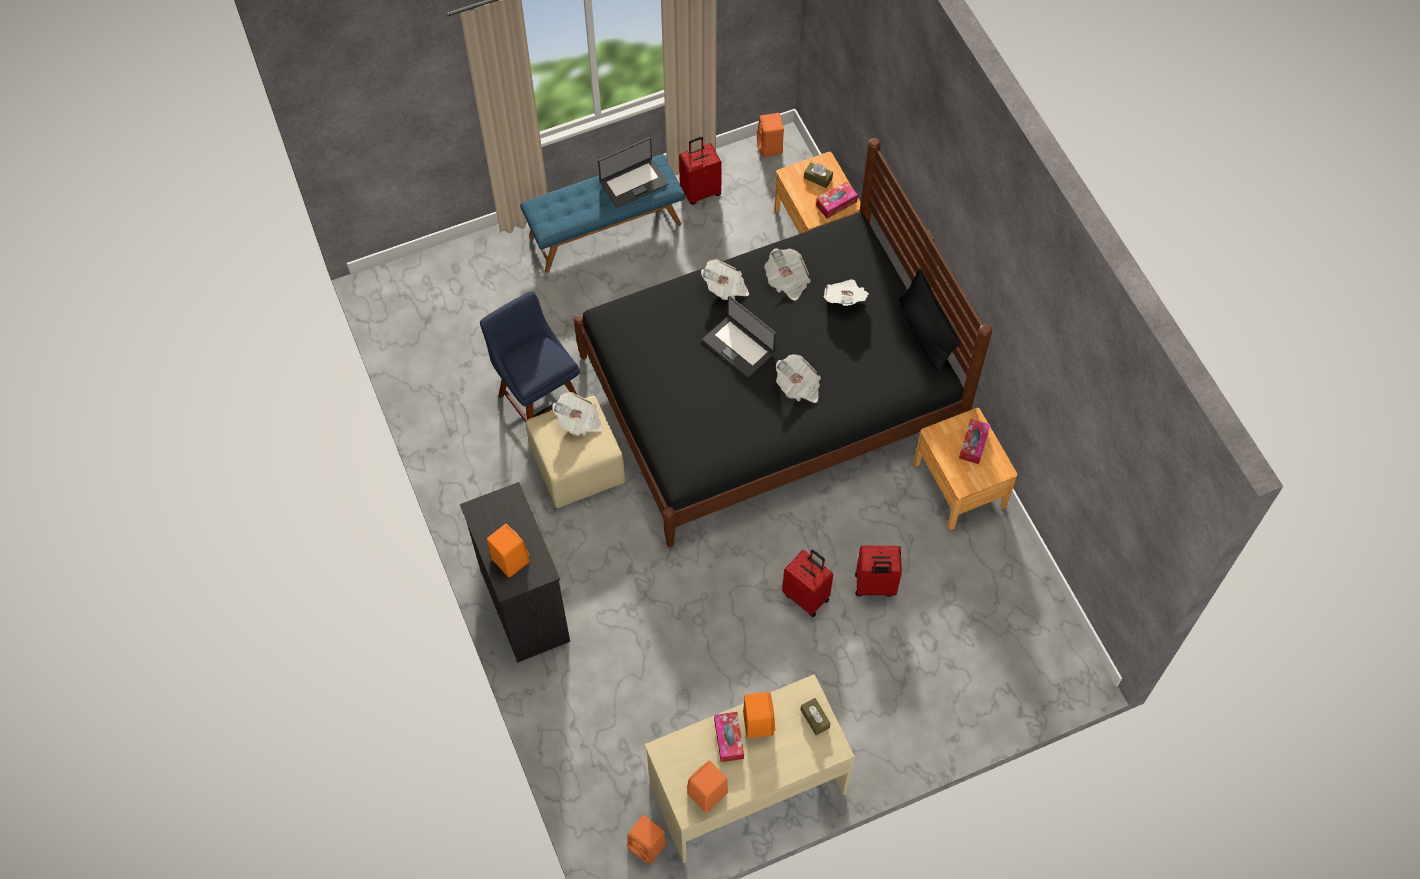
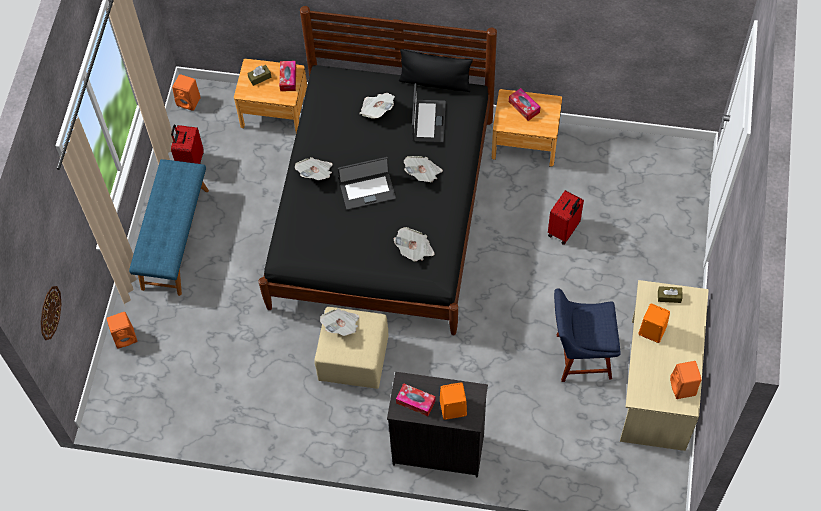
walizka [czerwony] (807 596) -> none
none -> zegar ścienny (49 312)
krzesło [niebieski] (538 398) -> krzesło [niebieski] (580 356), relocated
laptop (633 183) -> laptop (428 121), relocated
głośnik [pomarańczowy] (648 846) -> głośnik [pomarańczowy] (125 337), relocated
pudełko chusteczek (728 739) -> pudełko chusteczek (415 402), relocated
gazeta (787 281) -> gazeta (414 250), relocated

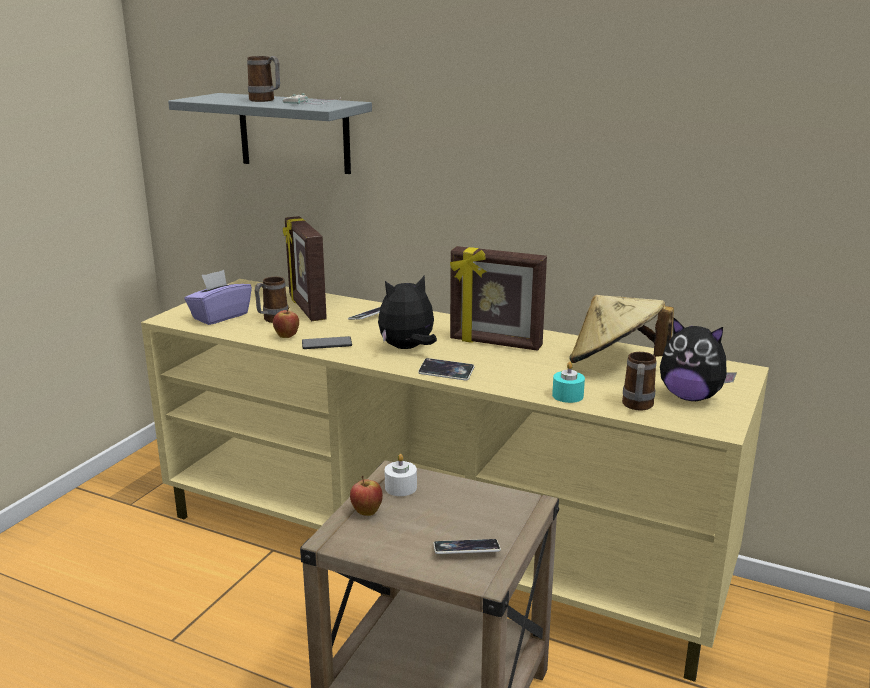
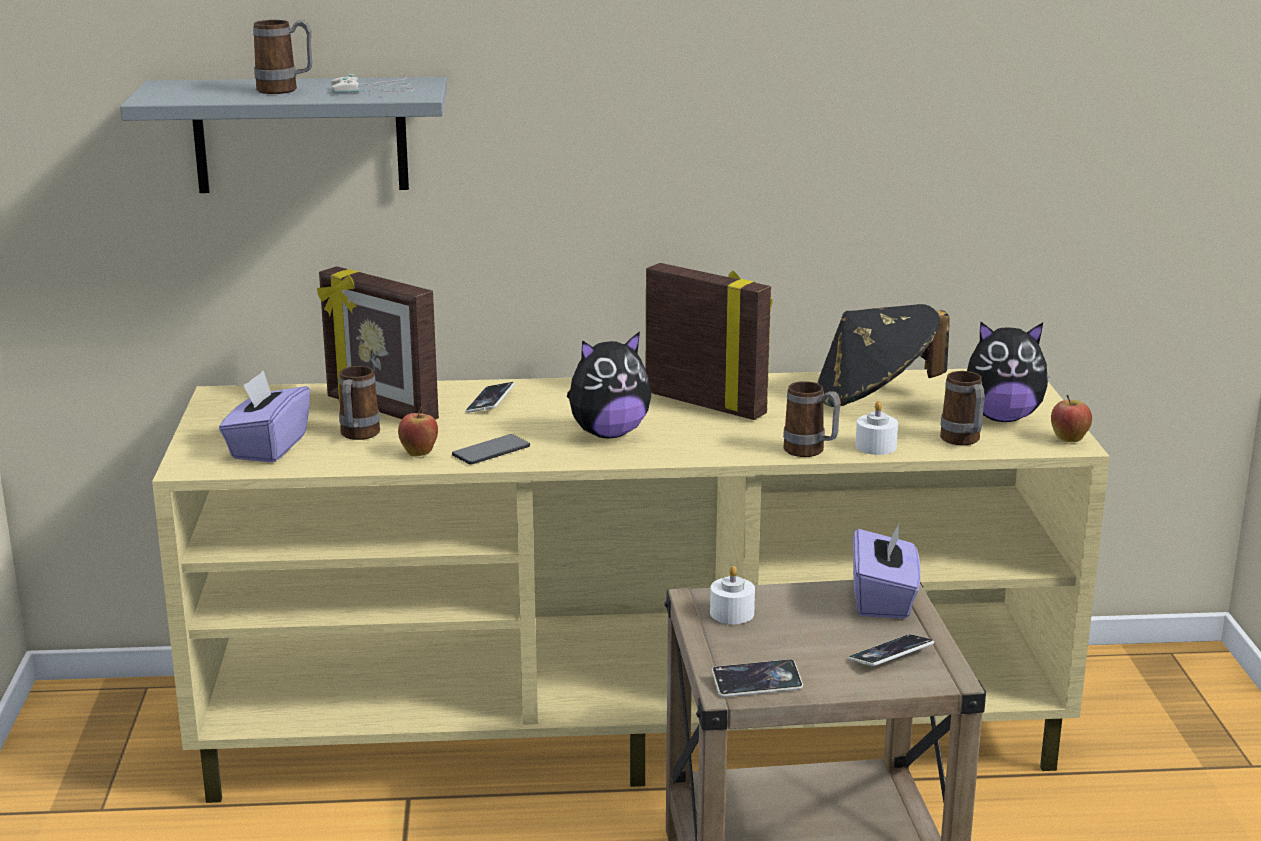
none -> kubek (810 452)
none -> pudełko chusteczek [fioletowy] (883 600)
jabłko (366 512) -> jabłko (1068 440), relocated
telefon (446 372) -> telefon (757 683), relocated
świeca [turkusowy] (567 395) -> świeca [biały] (875 446)
kapelusz [beżowy] (615 363) -> kapelusz [czarny] (875 397)
pluszak (407 348) -> pluszak (608 433), 150 degrees counterclockwise
ramka na zdjęcie (495 343) -> ramka na zdjęcie (706 403), 135 degrees counterclockwise

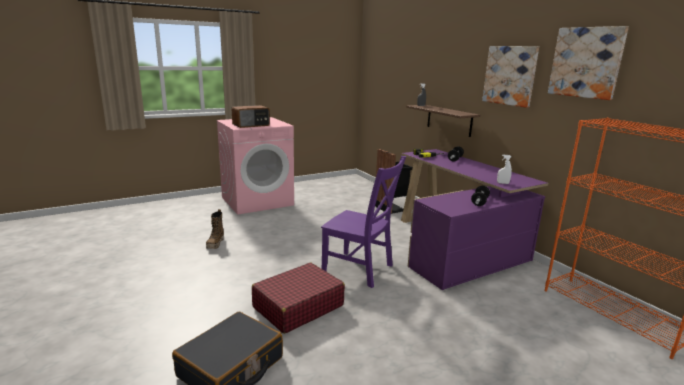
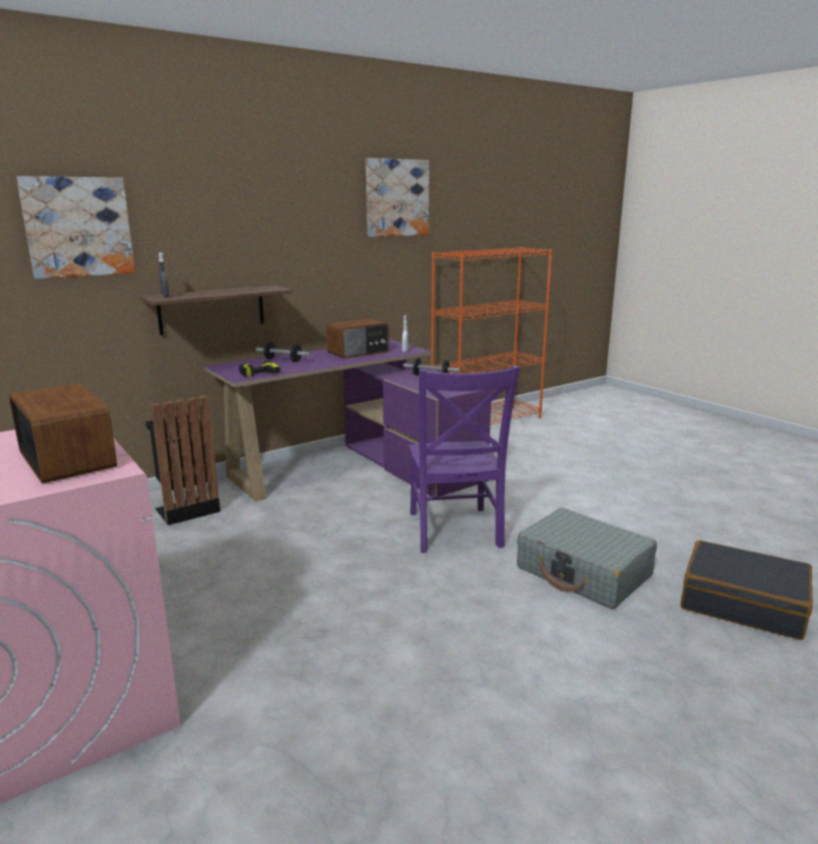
but z cholewką (215 244) -> none
none -> radio (359 352)
obraz (510 75) -> obraz (78 227), relocated
walizka [czerwony] (298 306) -> walizka [szary] (584 572)
krzesło [fioletowy] (360 270) -> krzesło [fioletowy] (454 531), 150 degrees clockwise

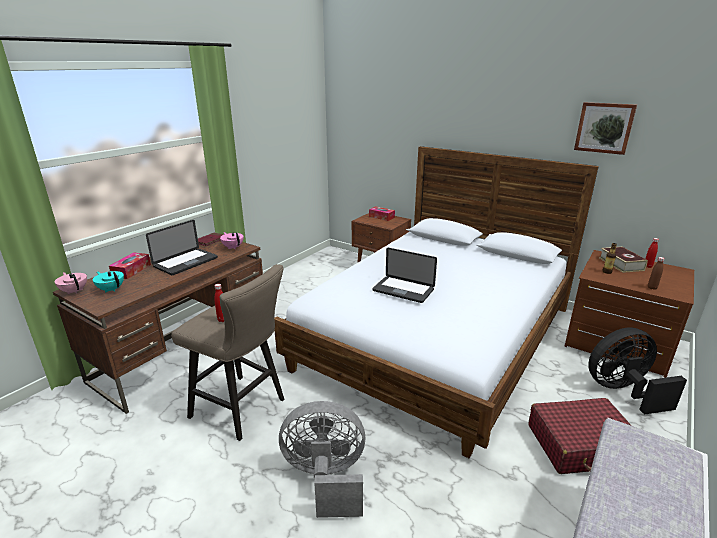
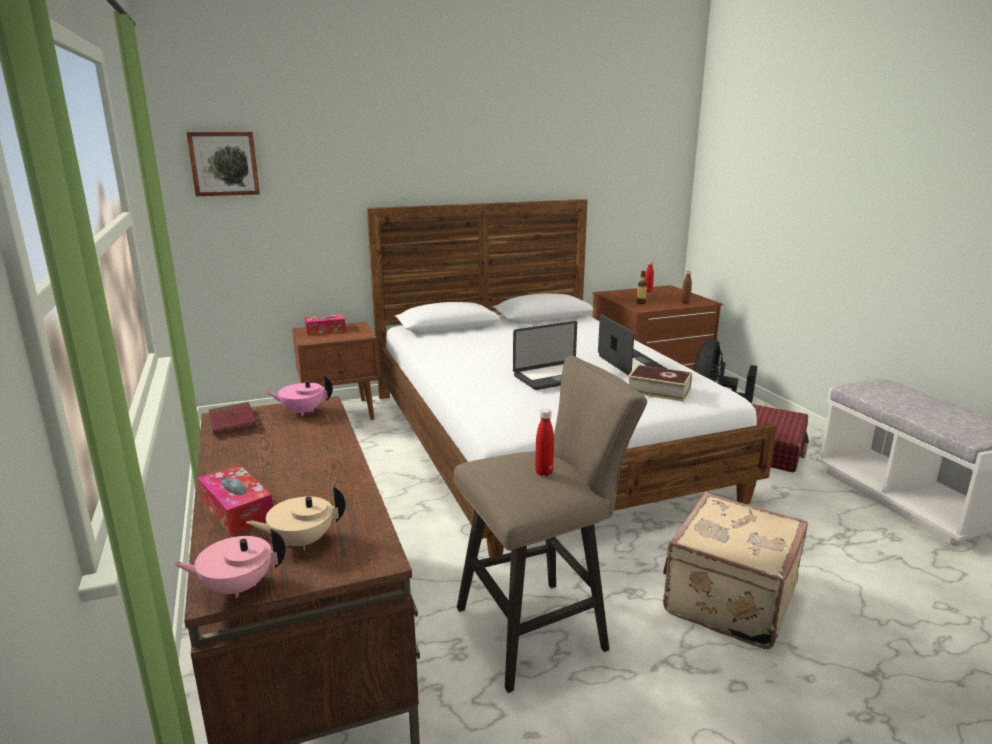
laptop (186 262) -> laptop (631 364), relocated
obraz (604 128) -> obraz (224 163), relocated
książka (621 264) -> książka (658 390), relocated
wentylator [szary] (326 479) -> walizka [beżowy] (727 599)
imbryk [turkusowy] (111 289) -> imbryk [beżowy] (301 541)

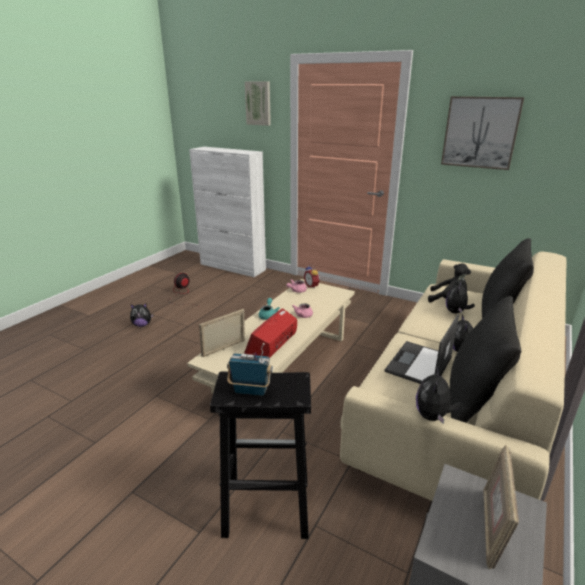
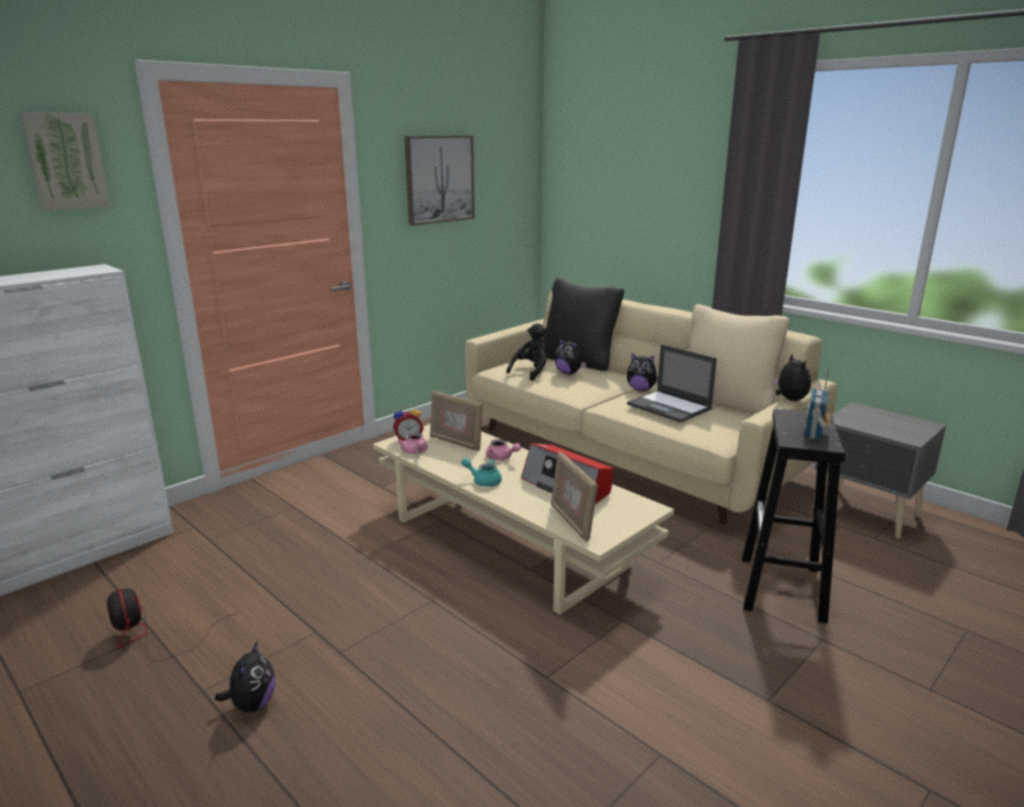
ramka na zdjęcie (491 528) -> ramka na zdjęcie (456 443), relocated
poduszka [czarny] (473 400) -> poduszka [beżowy] (725 401)
pluszak (433 416) -> pluszak (789 399), 135 degrees counterclockwise

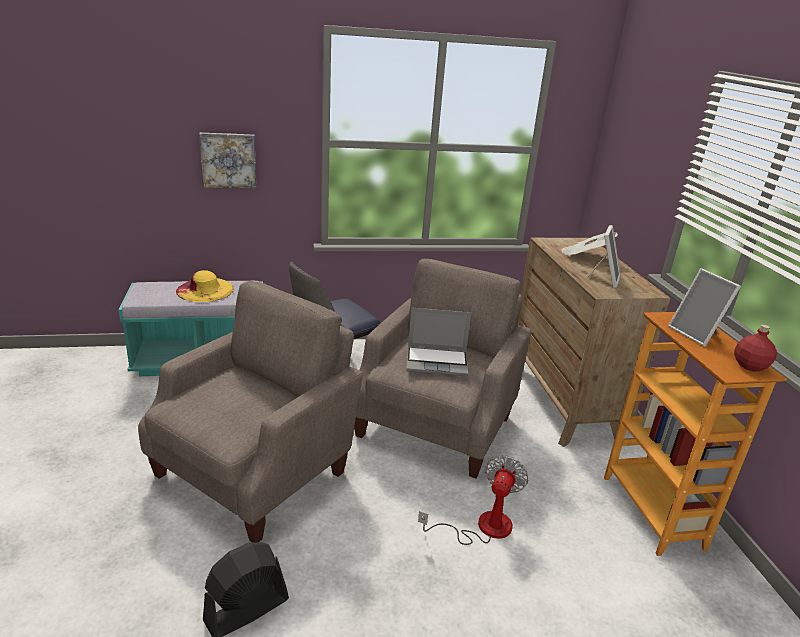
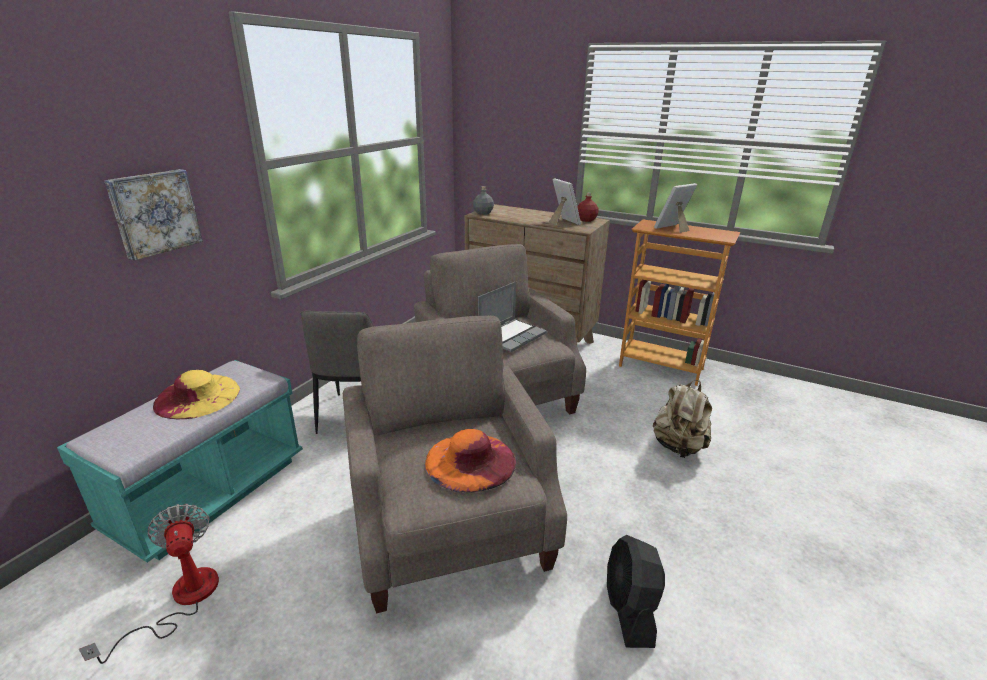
gazeta (584 256) -> none
none -> kapelusz [pomarańczowy] (470 461)
none -> butelka [szary] (483 213)
none -> plecak [beżowy] (678 447)
wentylator (482 527) -> wentylator (181 600), relocated
butelka [czerwony] (750 366) -> butelka [czerwony] (586 220), relocated
ramka na zdjęcie (696 334) -> ramka na zdjęcie (673 229), 135 degrees clockwise

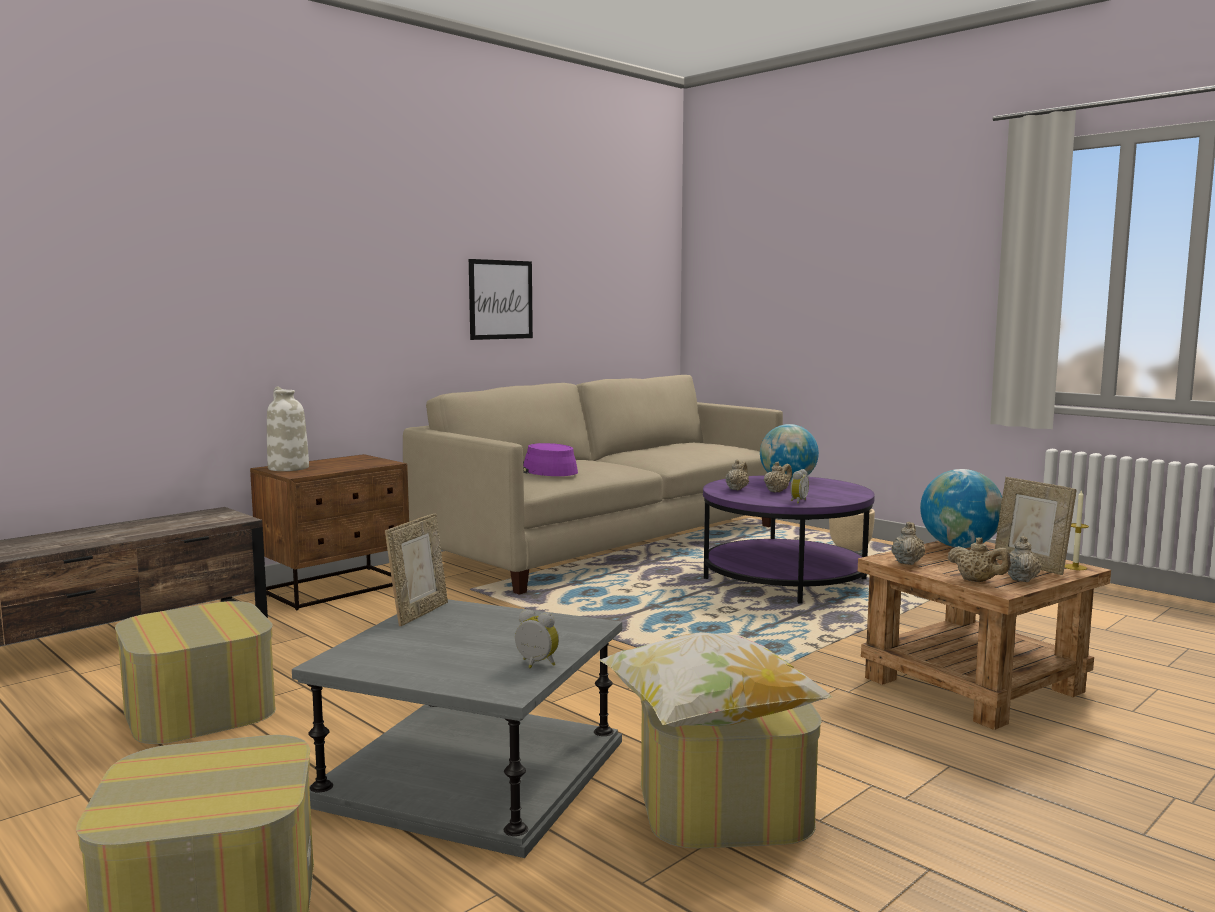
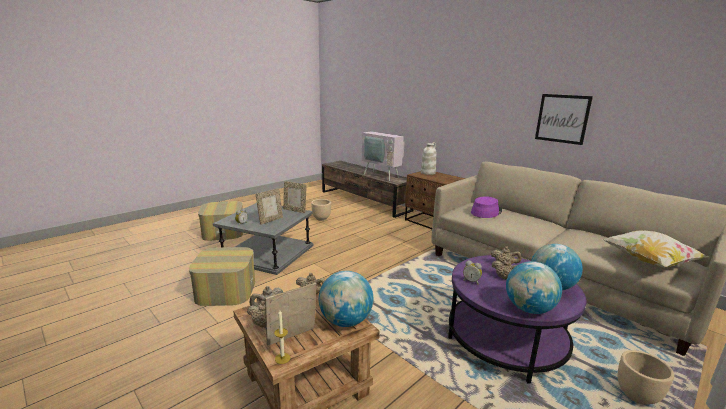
none -> ramka na zdjęcie (270 220)
none -> telewizor (383 175)
none -> globus (529 309)
poduszka (708 719) -> poduszka (648 262), relocated
pufa (199 709) -> donica [beżowy] (321 219)

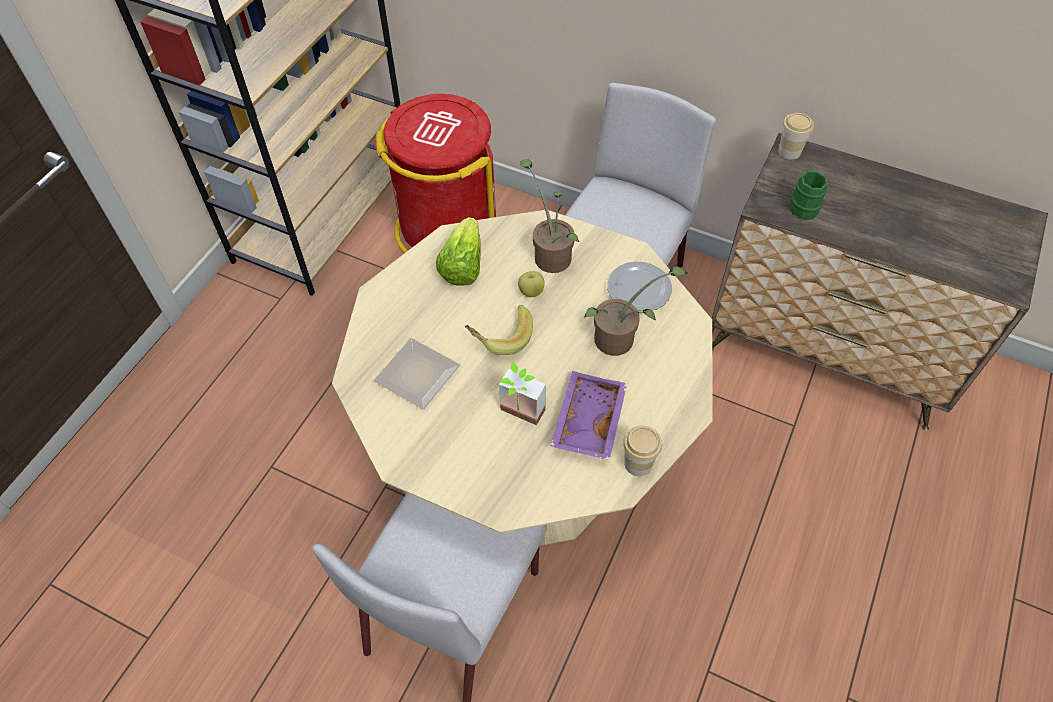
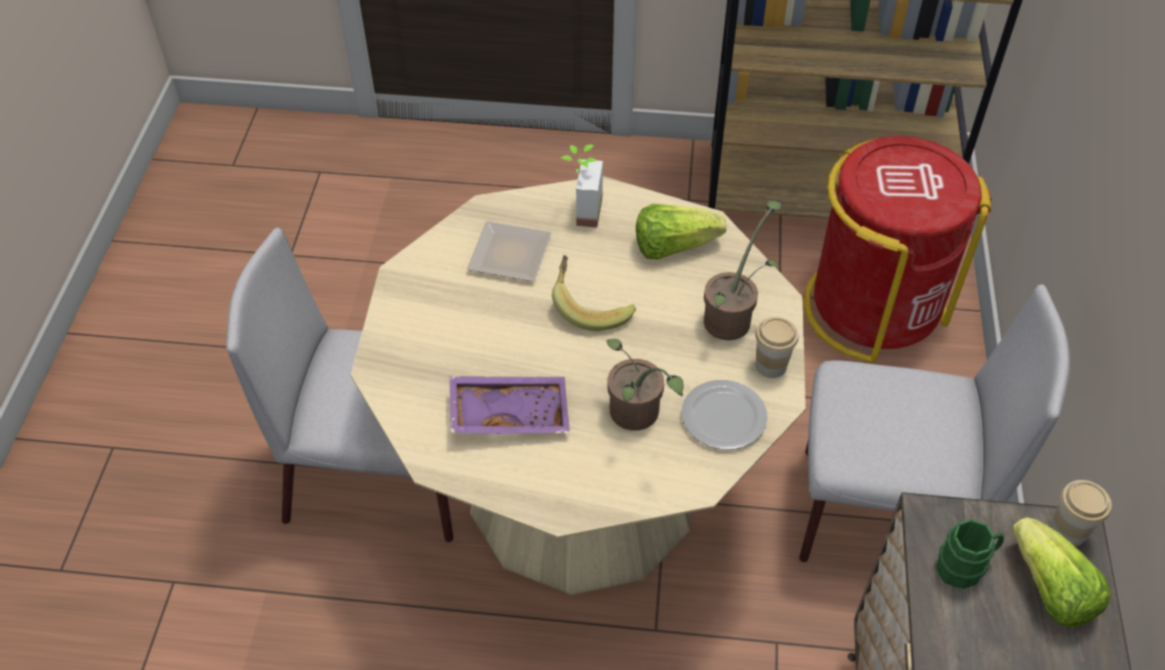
jabłko (531 292) -> none
none -> sałata (1049 590)
roślina doniczkowa (519 416) -> roślina doniczkowa (580 210), relocated
filiżanka (638 463) -> filiżanka (771 365), relocated

